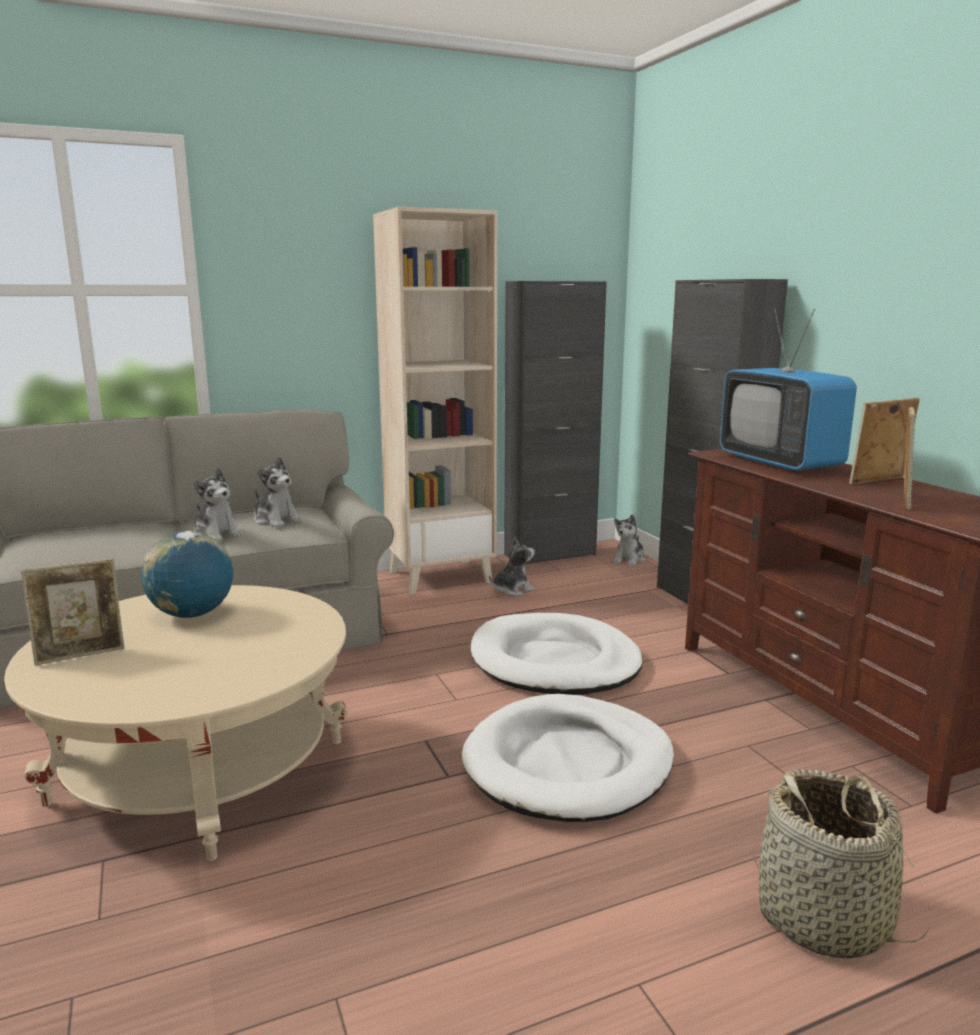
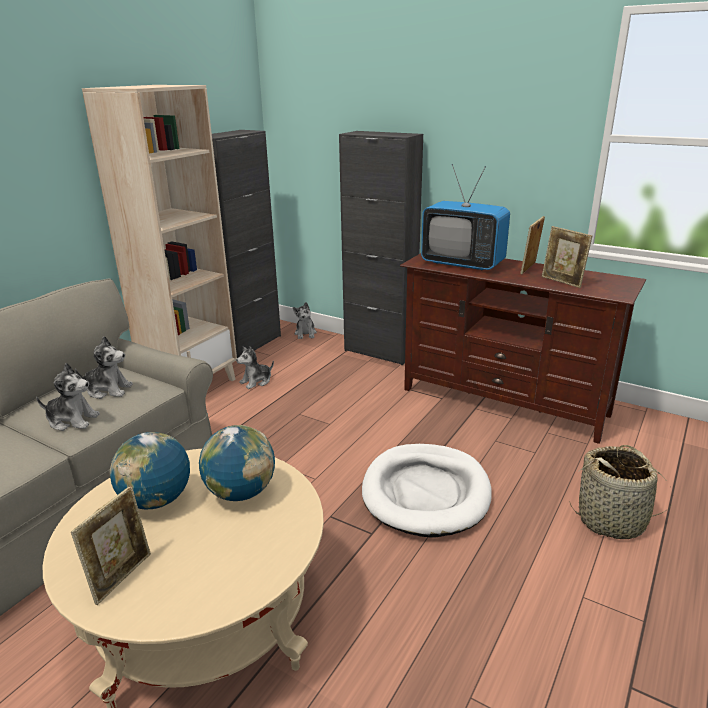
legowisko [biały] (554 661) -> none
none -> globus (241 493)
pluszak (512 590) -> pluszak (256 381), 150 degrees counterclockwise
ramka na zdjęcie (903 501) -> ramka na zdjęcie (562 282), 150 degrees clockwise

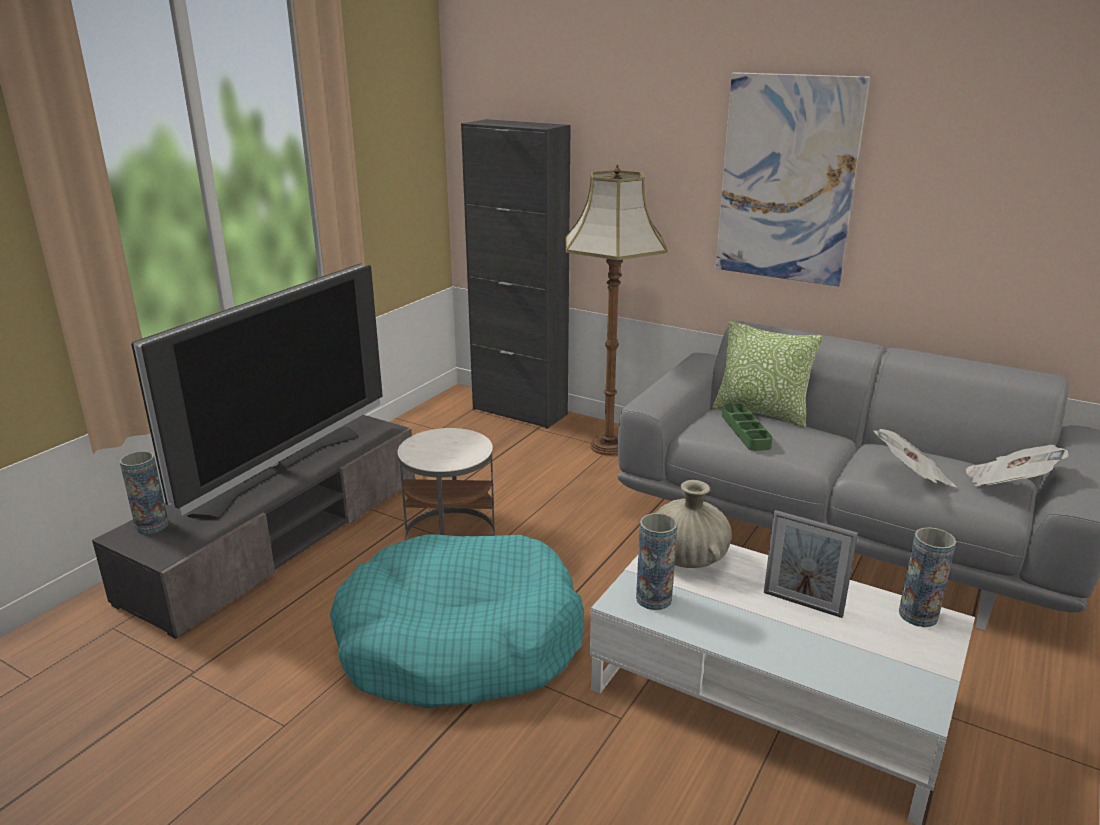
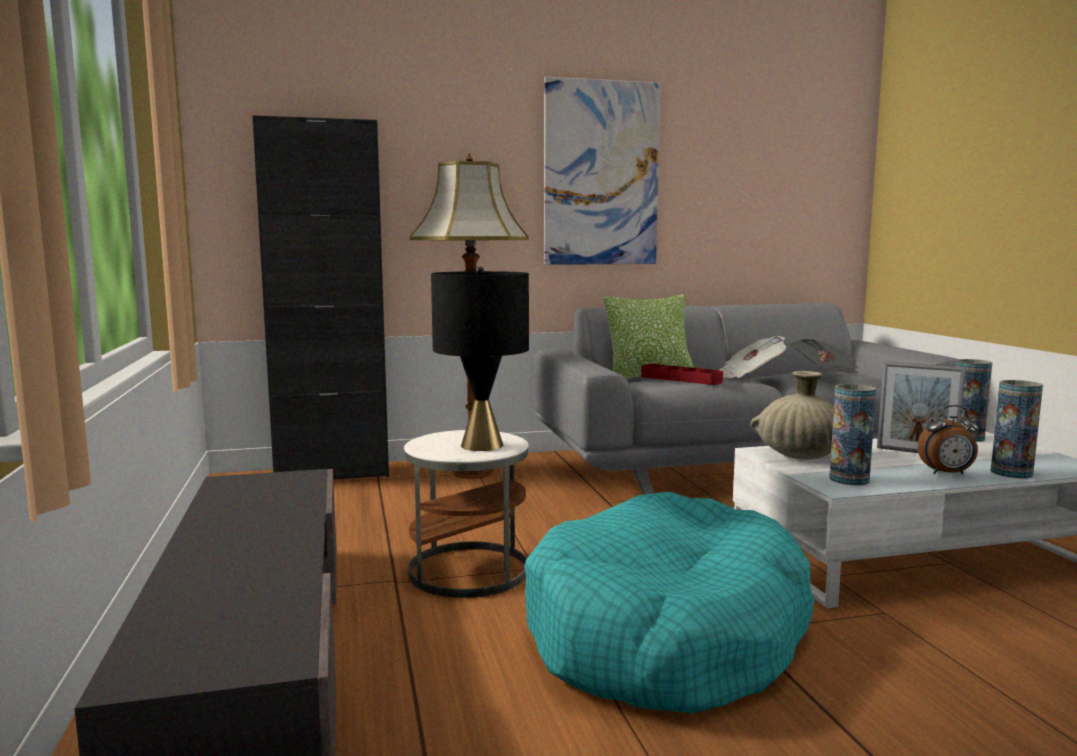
telewizor (280 470) -> none
none -> lampa stołowa [czarny] (482 445)
none -> budzik (947 473)
wazon (152 525) -> wazon (1011 473), relocated
gazeta (1007 484) -> gazeta (747 376), relocated
taca [zielony] (745 431) -> taca [czerwony] (680 379)
ramka na zdjęcie (802 604) -> ramka na zdjęcie (916 452), 45 degrees clockwise

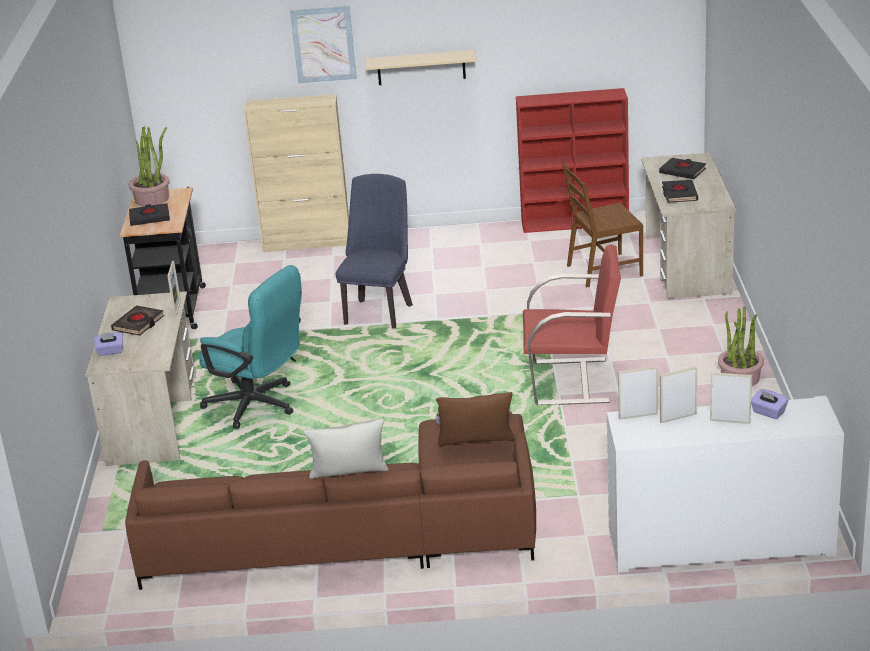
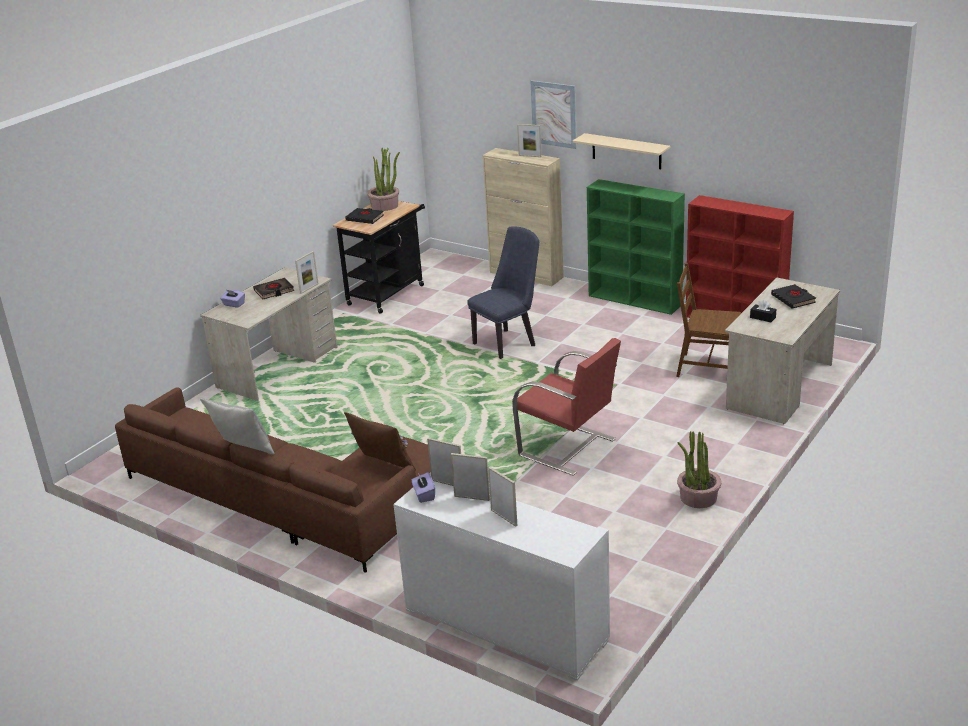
krzesło biurowe [turkusowy] (259 406) -> none
none -> ramka na zdjęcie (530 156)
none -> regał [zielony] (635 300)
pudełko chusteczek [fioletowy] (768 412) -> pudełko chusteczek [fioletowy] (424 495), relocated
książka [czarny] (679 194) -> pudełko chusteczek [czarny] (762 317)

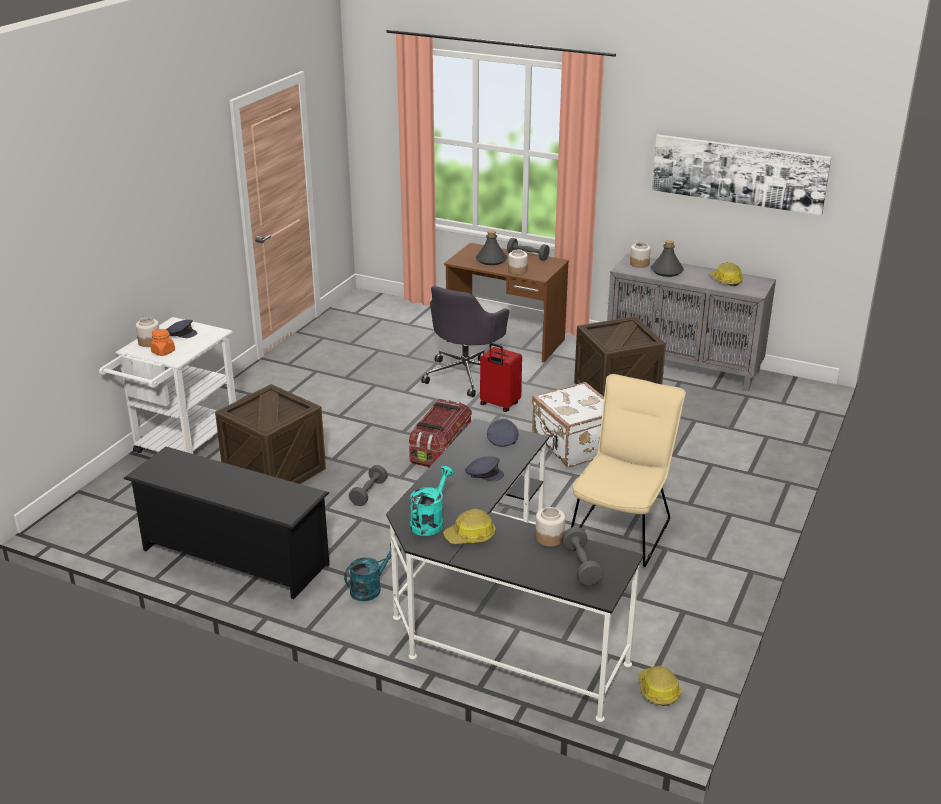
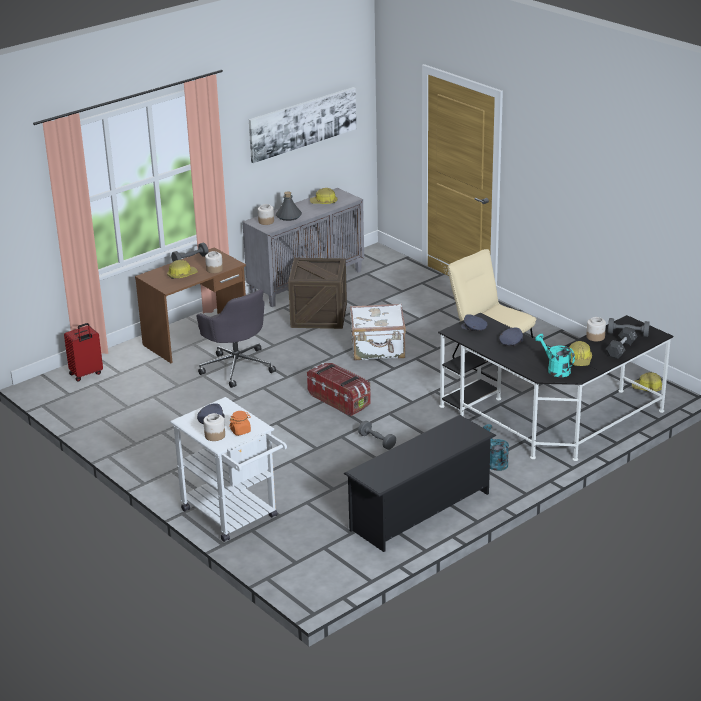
skrzynka (274 471) -> none
none -> hantel [czarny] (621 349)
walizka [czerwony] (499 405) -> walizka [czerwony] (86 374), relocated
butelka [szary] (491 260) -> kask (182 275)

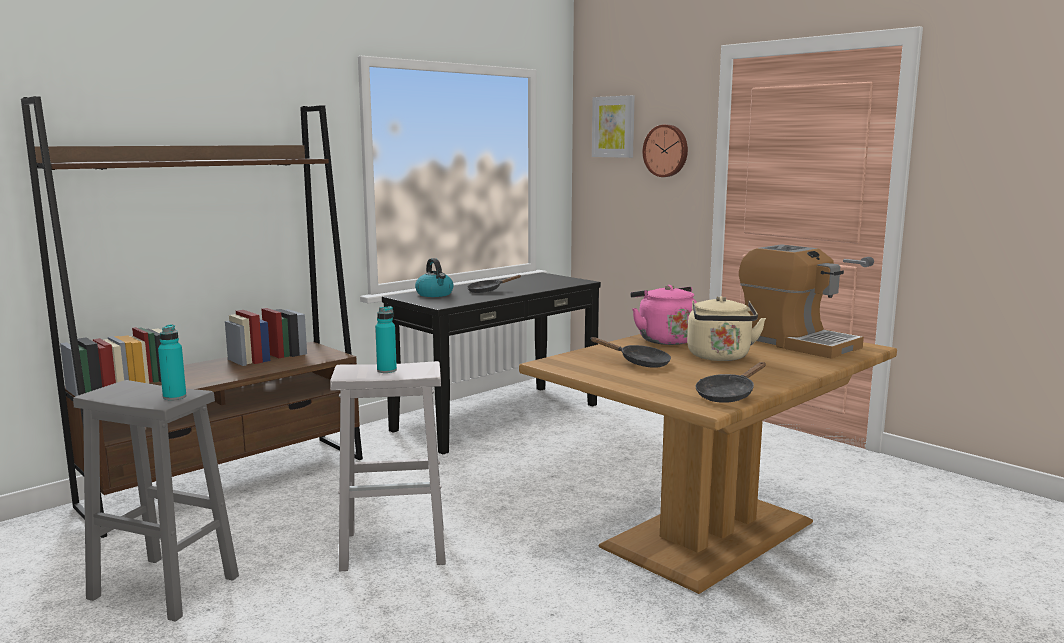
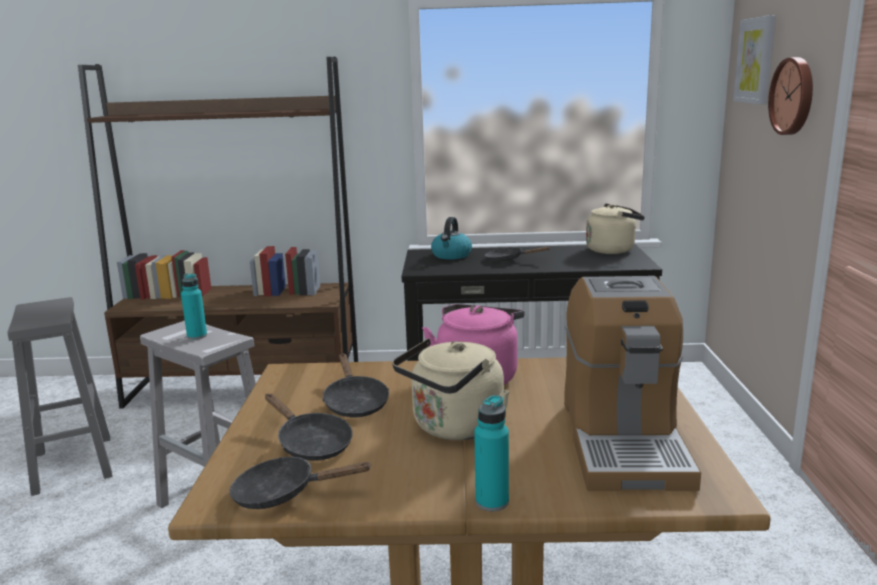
none -> patelnia [czarny] (311 444)
none -> czajnik [beżowy] (613 250)
butelka [turkusowy] (174 397) -> butelka [turkusowy] (492 502), relocated

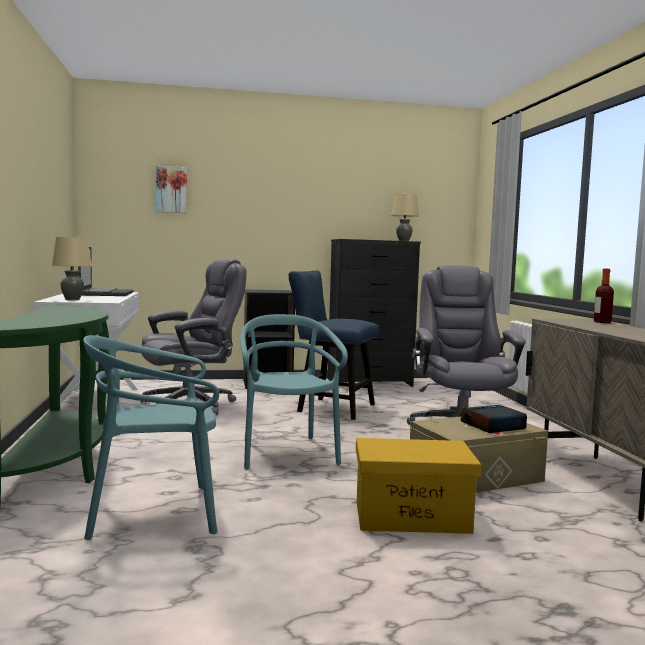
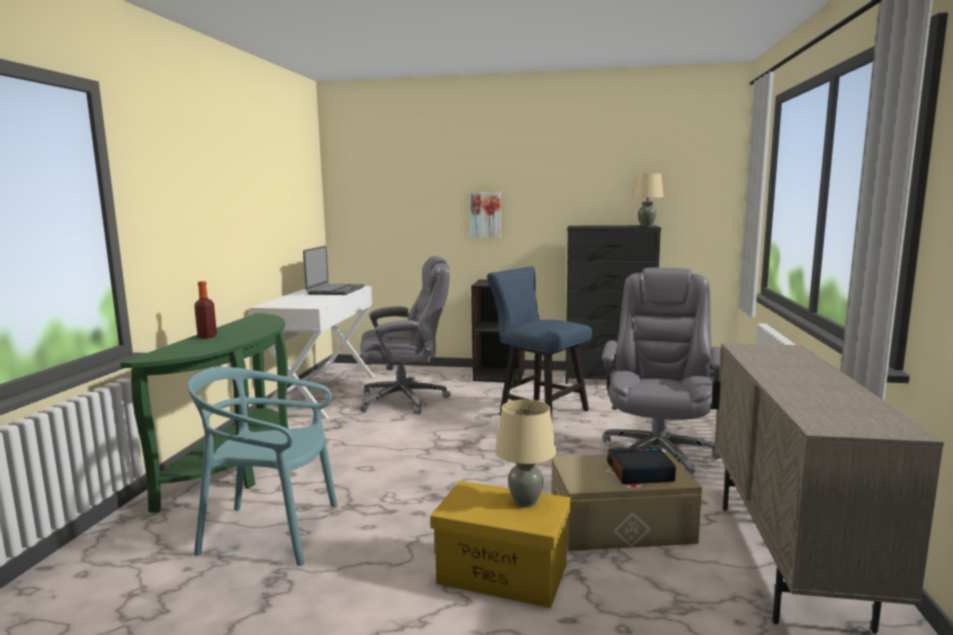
krzesło [turkusowy] (286 452) -> none
lampa stołowa [beżowy] (72 299) -> lampa stołowa [beżowy] (525 502), relocated
obraz (171 189) -> obraz (486 214), relocated
butelka (602 322) -> butelka (207 336), relocated

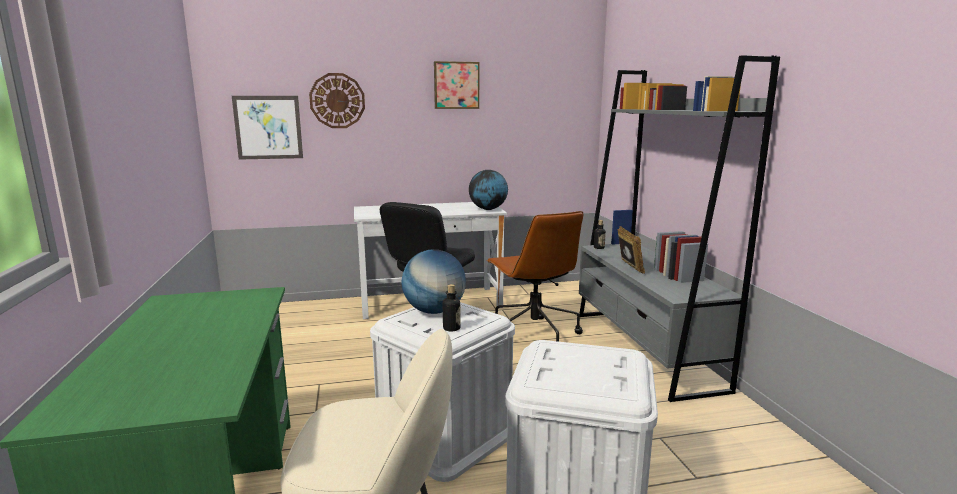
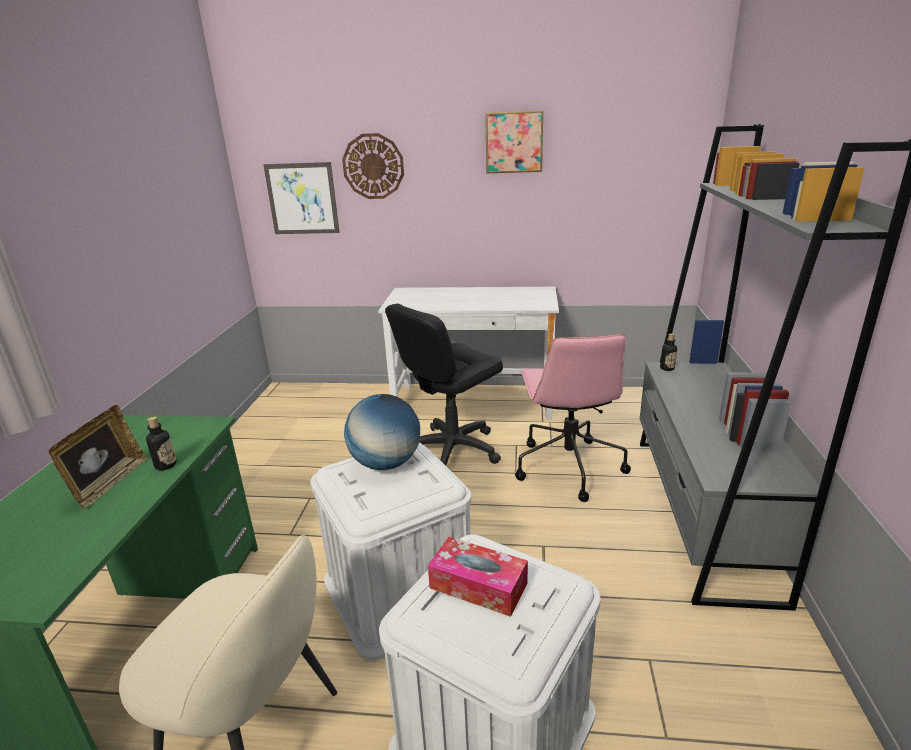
globus (488 209) -> none
none -> pudełko chusteczek (478 585)
butelka (451 328) -> butelka (166 465), relocated
ramka na zdjęcie (628 268) -> ramka na zdjęcie (108 483), relocated
krzesło biurowe [brązowy] (533 335) -> krzesło biurowe [różowy] (568 466)

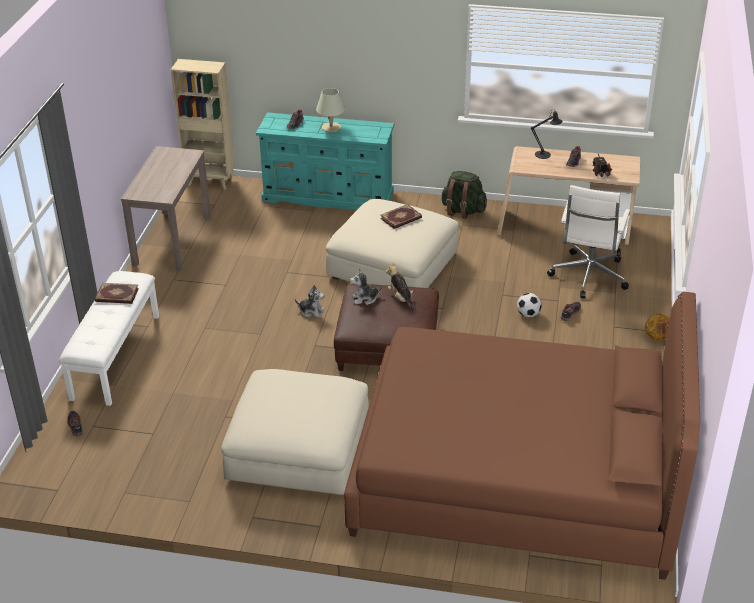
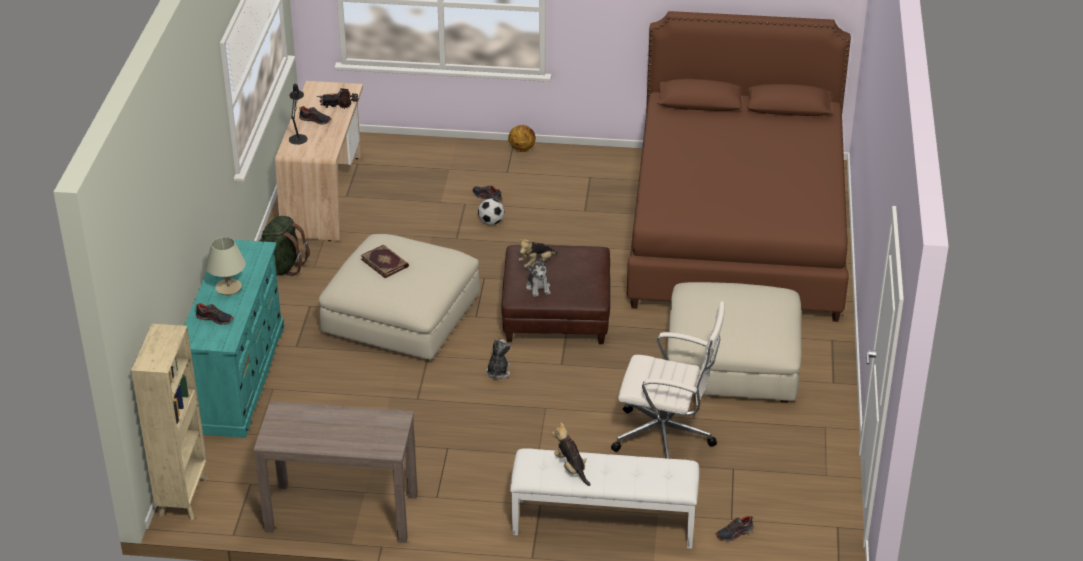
krzesło biurowe [biały] (588 277) -> krzesło biurowe [biały] (666 438), relocated
książka (117 295) -> pluszak (571 468)

